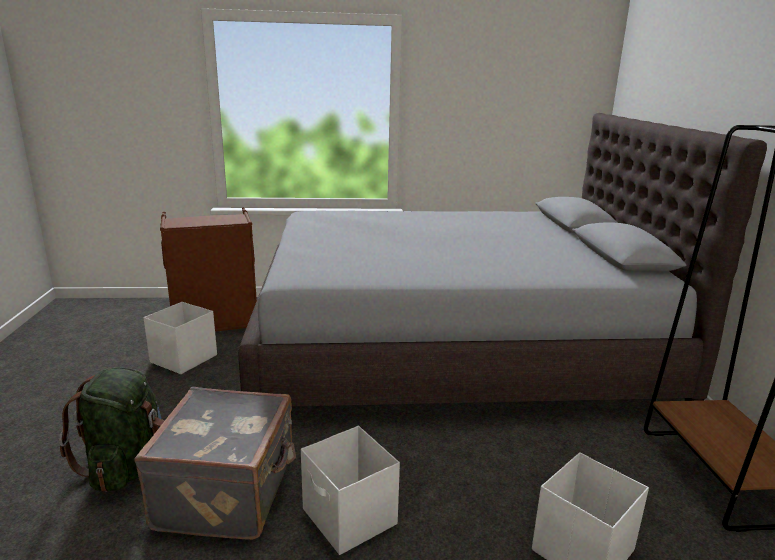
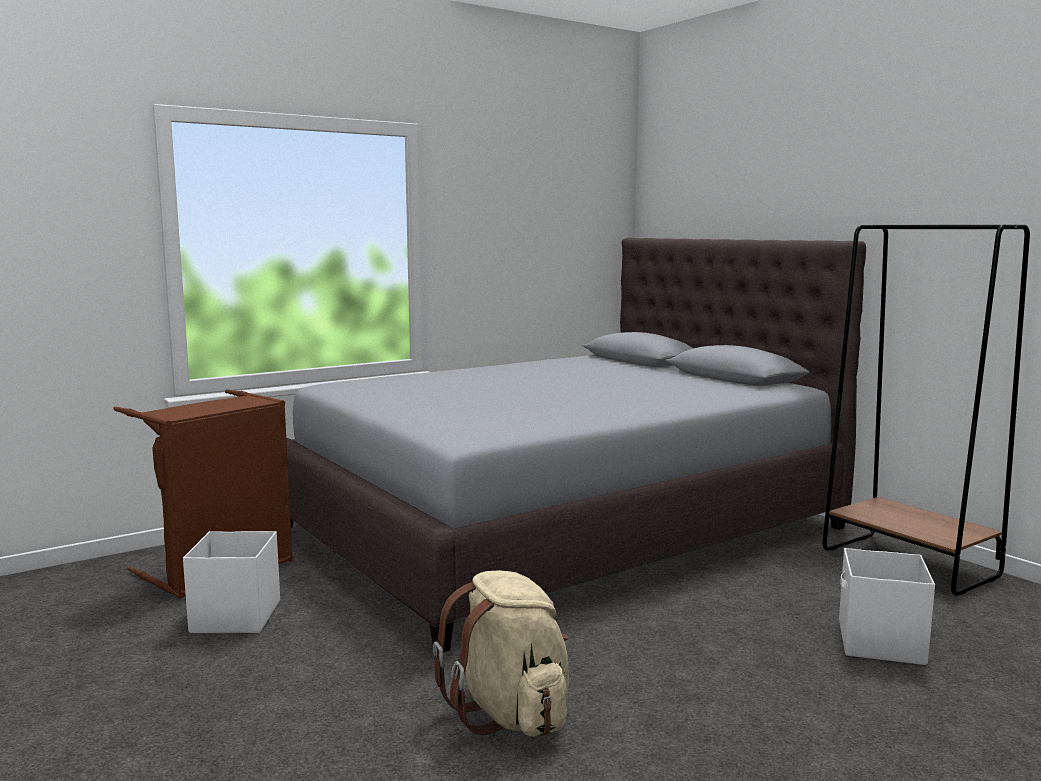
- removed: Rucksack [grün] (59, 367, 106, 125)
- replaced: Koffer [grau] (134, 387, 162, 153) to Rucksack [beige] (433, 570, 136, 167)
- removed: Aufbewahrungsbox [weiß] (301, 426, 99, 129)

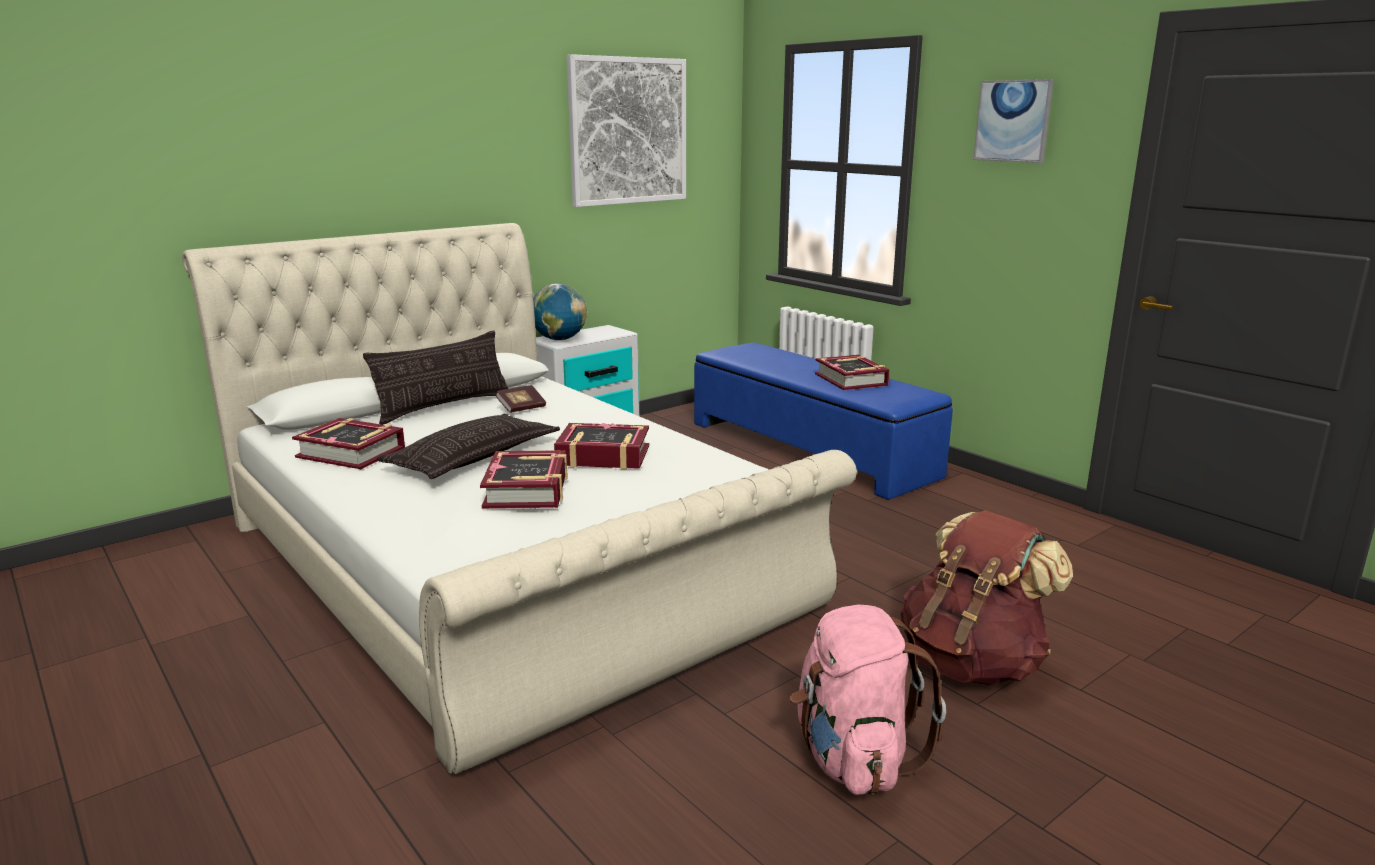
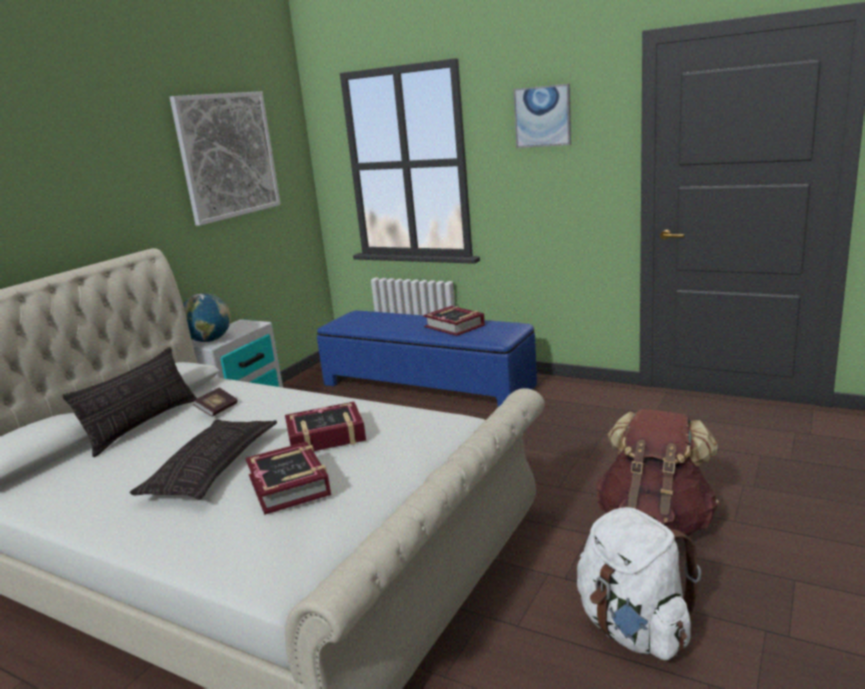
- removed: Buch (292, 418, 113, 51)
- recoloured: Rucksack [rosa] (790, 605, 156, 190) to Rucksack [weiß] (577, 507, 124, 153)

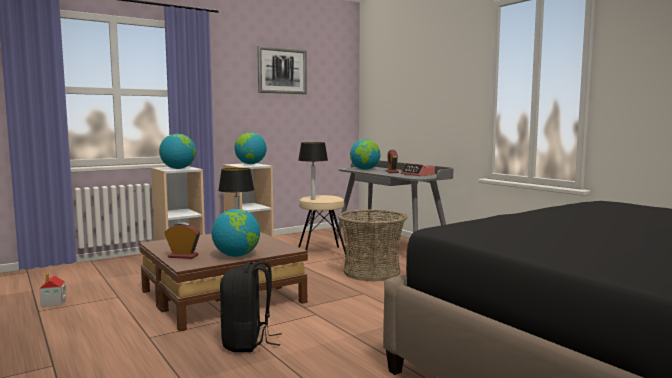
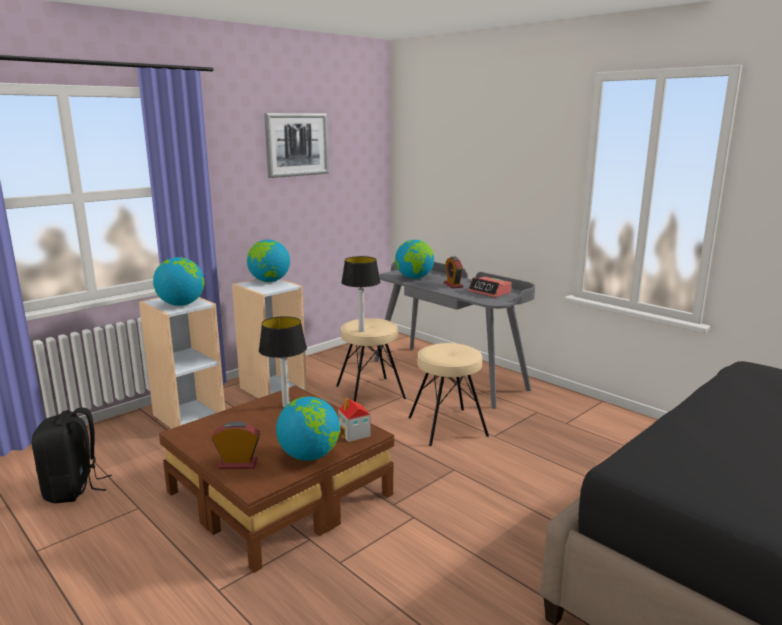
- moved: Spielzeughaus (39, 273, 27, 34) to (338, 398, 33, 44)
- moved: Rucksack [schwarz] (220, 260, 62, 92) to (32, 408, 80, 95)
- replaced: Korb (338, 209, 69, 73) to Hocker [beige] (408, 343, 81, 103)

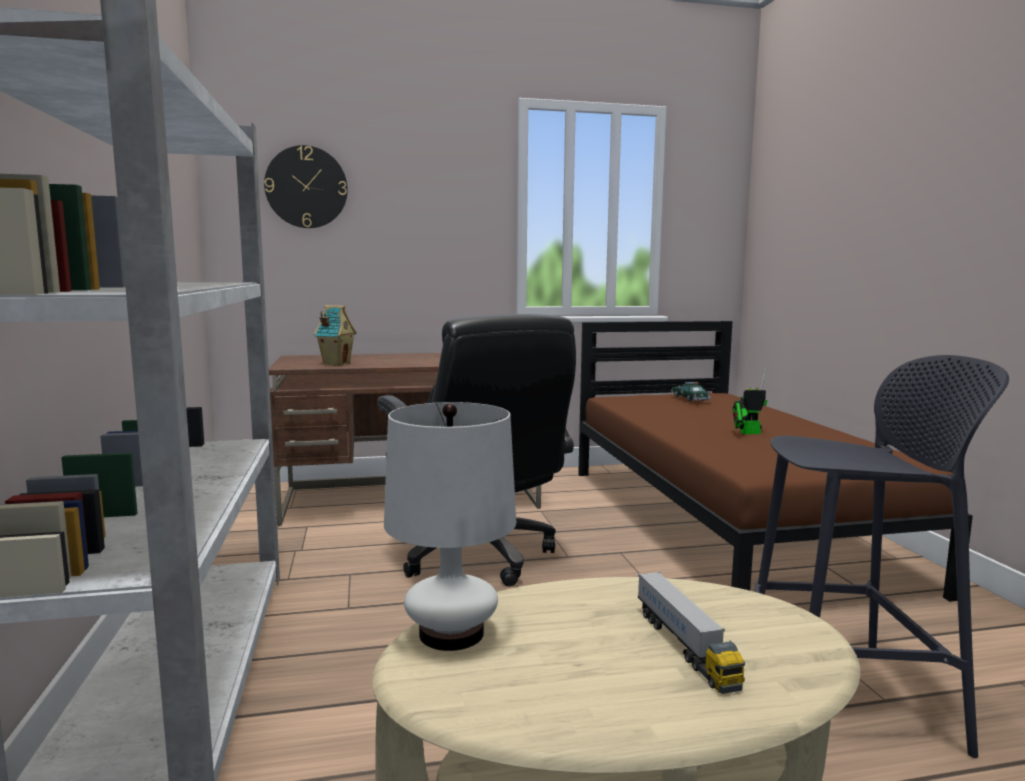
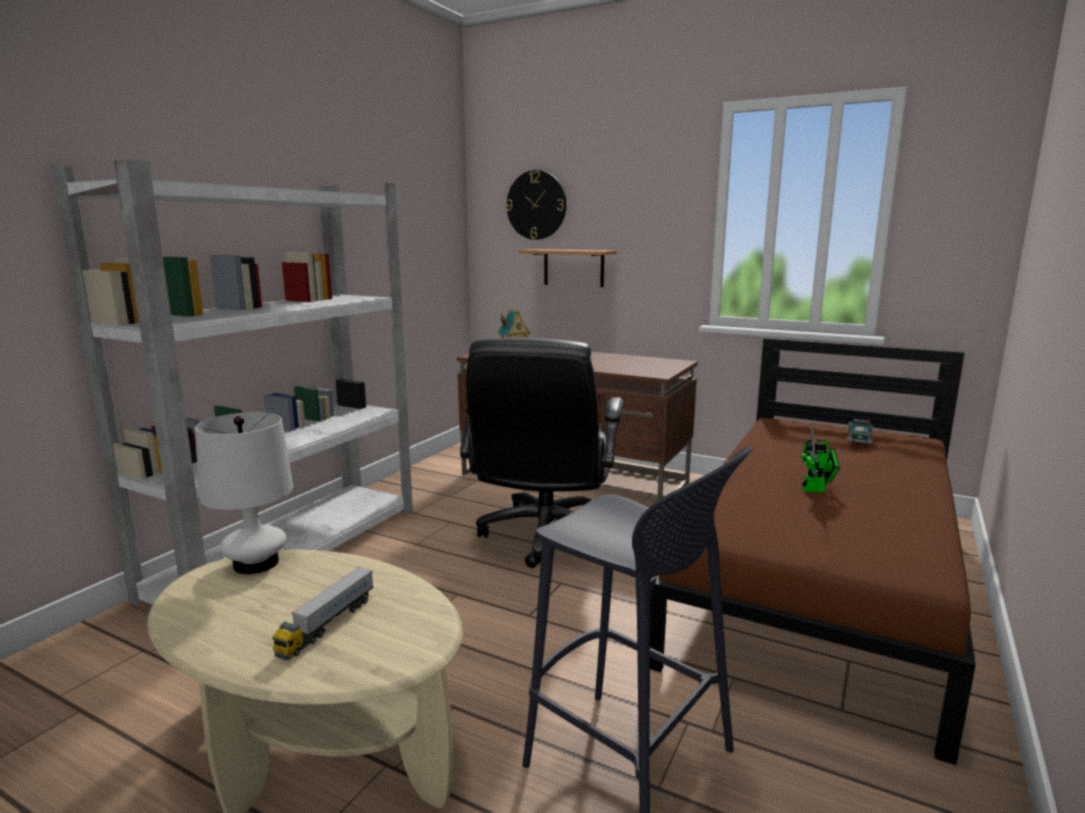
- turned: Spielzeugroboter (732, 368, 35, 66) = (802, 428, 38, 64) 135 degrees clockwise
- added: Wandregal (519, 249, 98, 38)

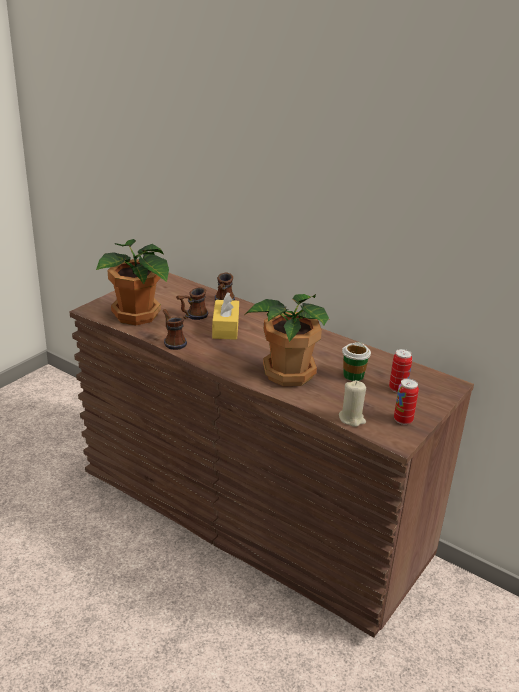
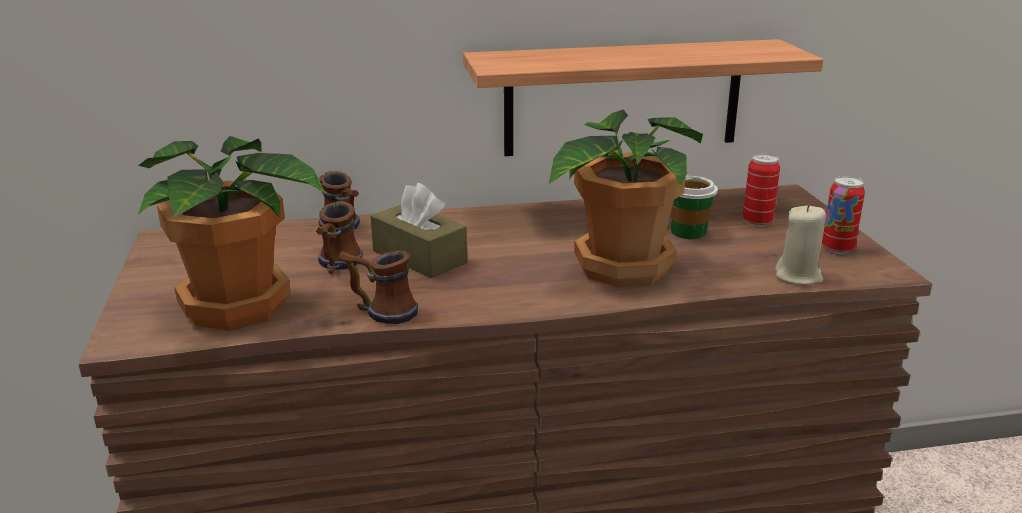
- recoloured: Taschentuchbox [gelb] (212, 292, 27, 48) to Taschentuchbox [braun] (371, 183, 96, 95)
- added: Wandregal (463, 39, 360, 117)

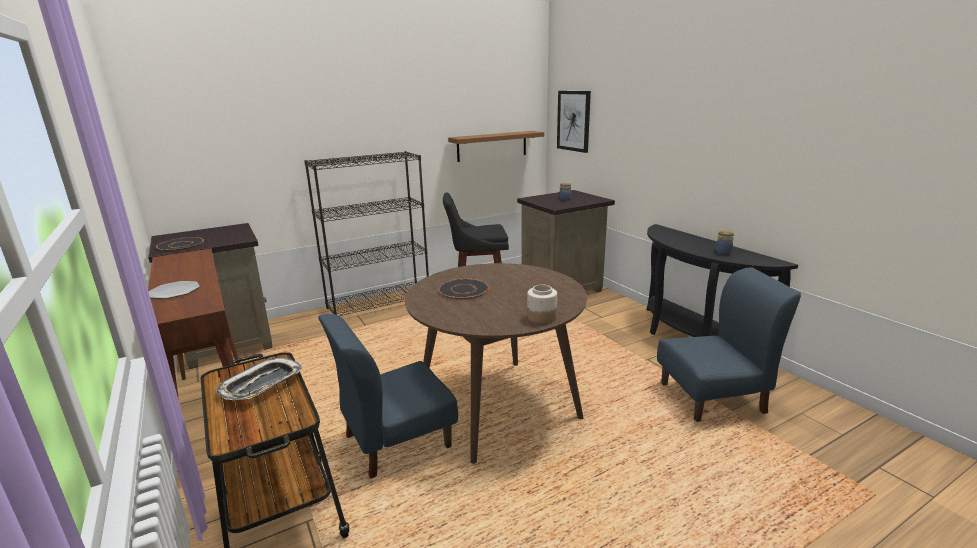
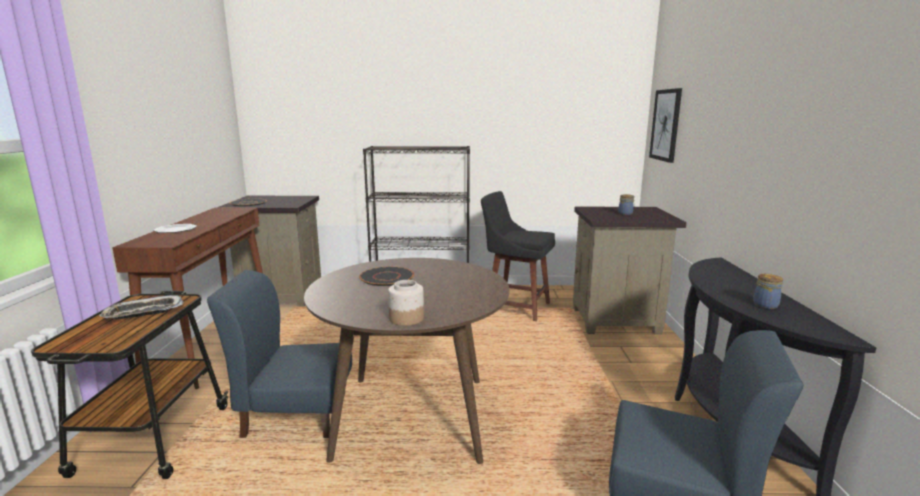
- removed: Wandregal [braun] (448, 131, 96, 31)

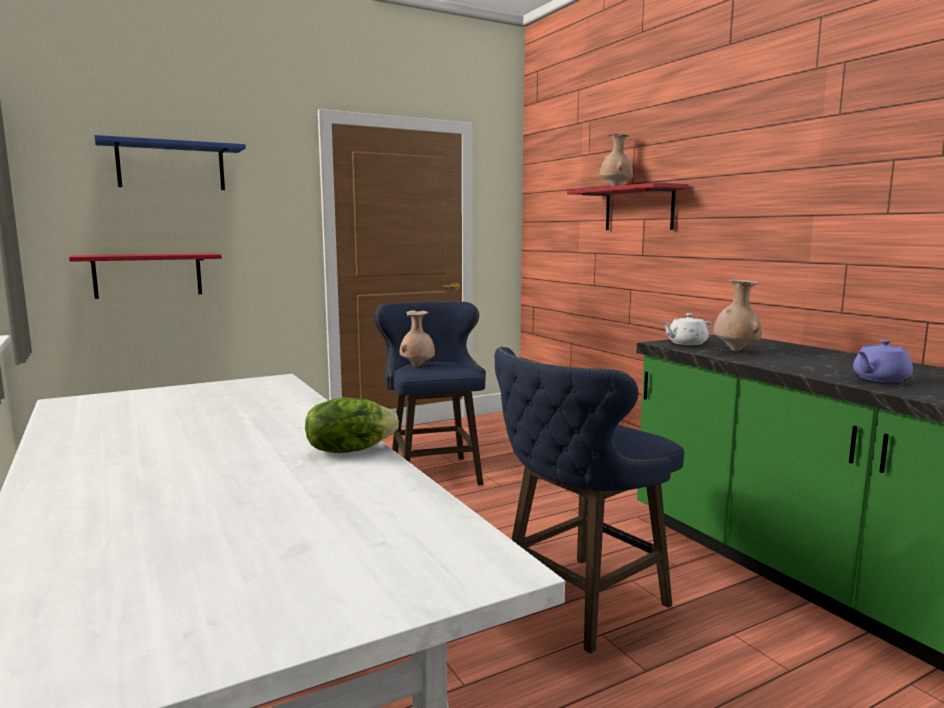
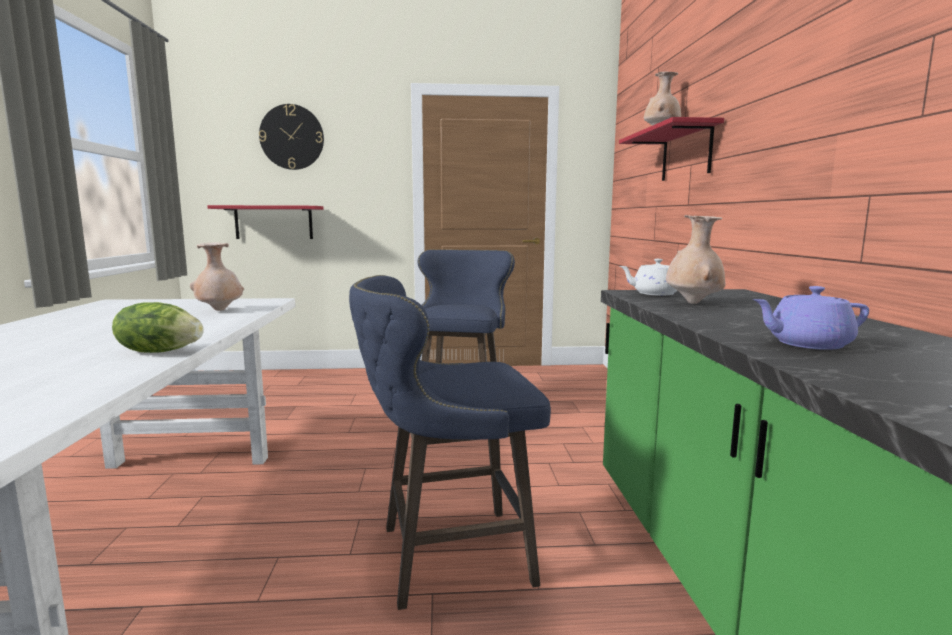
- replaced: Wandregal [blau] (94, 135, 152, 55) to Wanduhr (259, 104, 65, 66)
- moved: Vase [beige] (400, 310, 35, 56) to (190, 242, 54, 69)

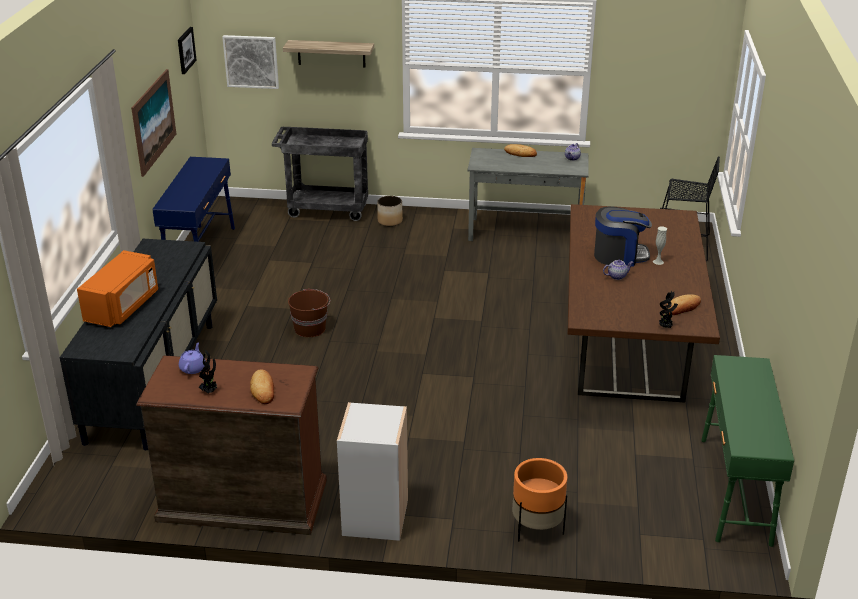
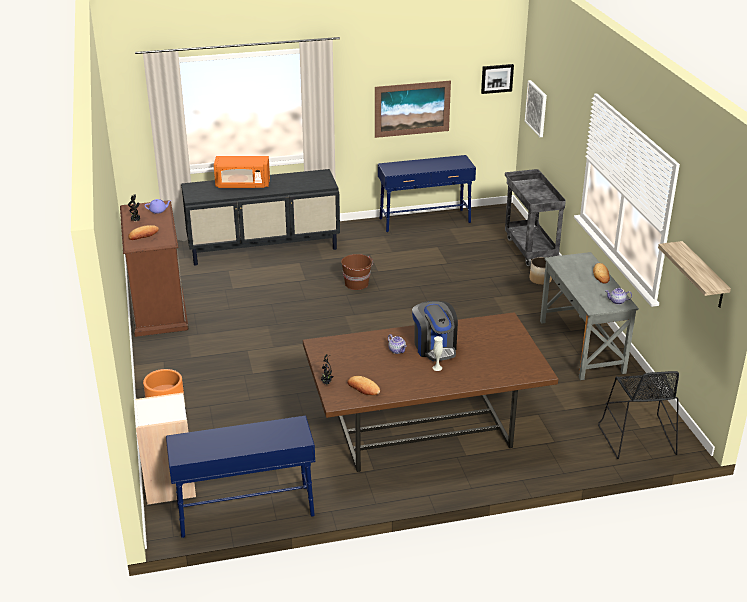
- moved: Wandregal (283, 40, 91, 27) to (658, 241, 73, 67)
- moved: Bücherregal (337, 402, 71, 139) to (134, 393, 62, 112)
- recoloured: Konsolentisch [grün] (701, 355, 93, 192) to Konsolentisch [blau] (166, 416, 149, 122)

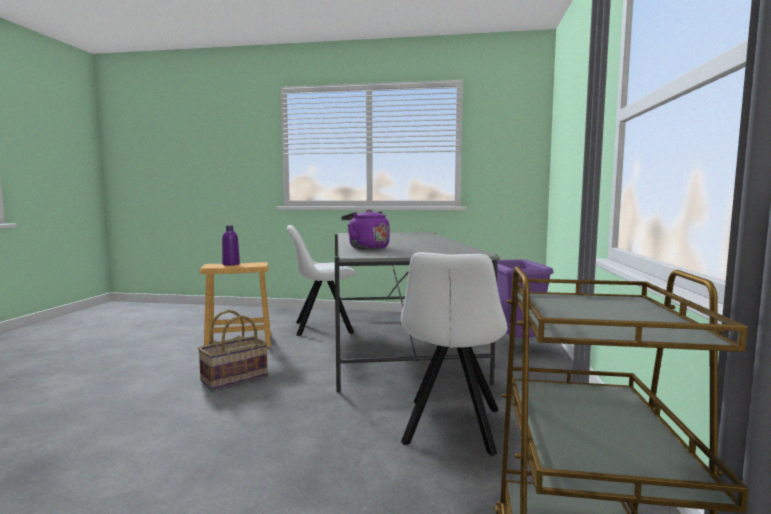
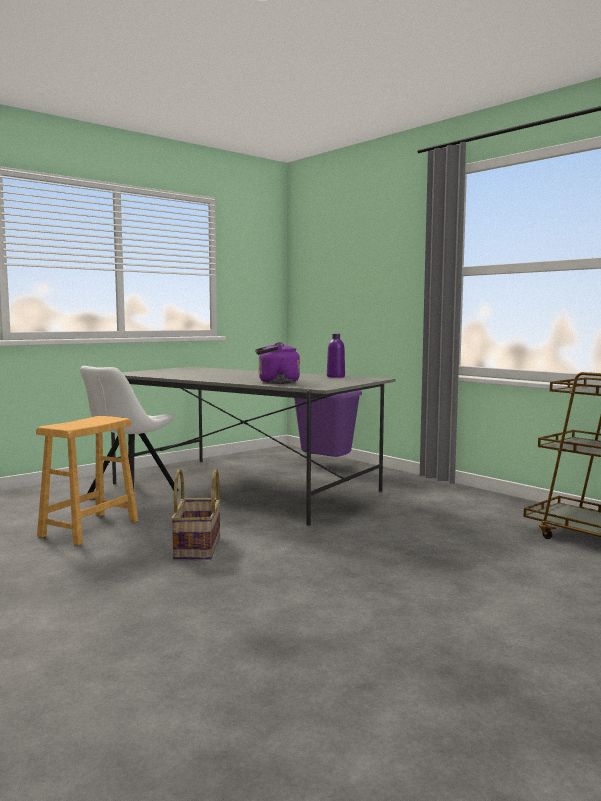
- moved: Flasche [lila] (222, 226, 18, 40) to (327, 334, 18, 44)
- removed: Stuhl [weiß] (401, 252, 107, 204)

